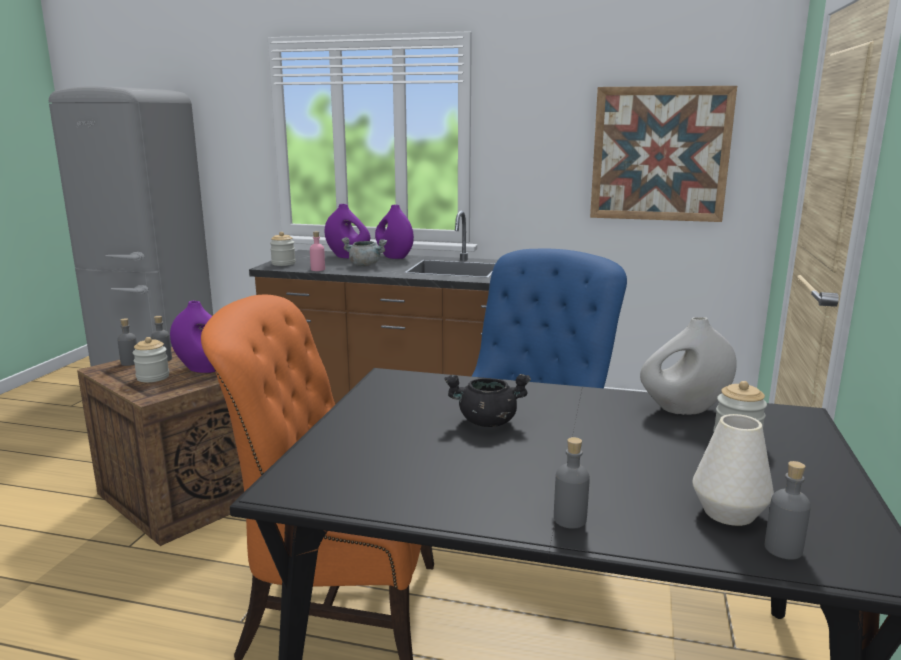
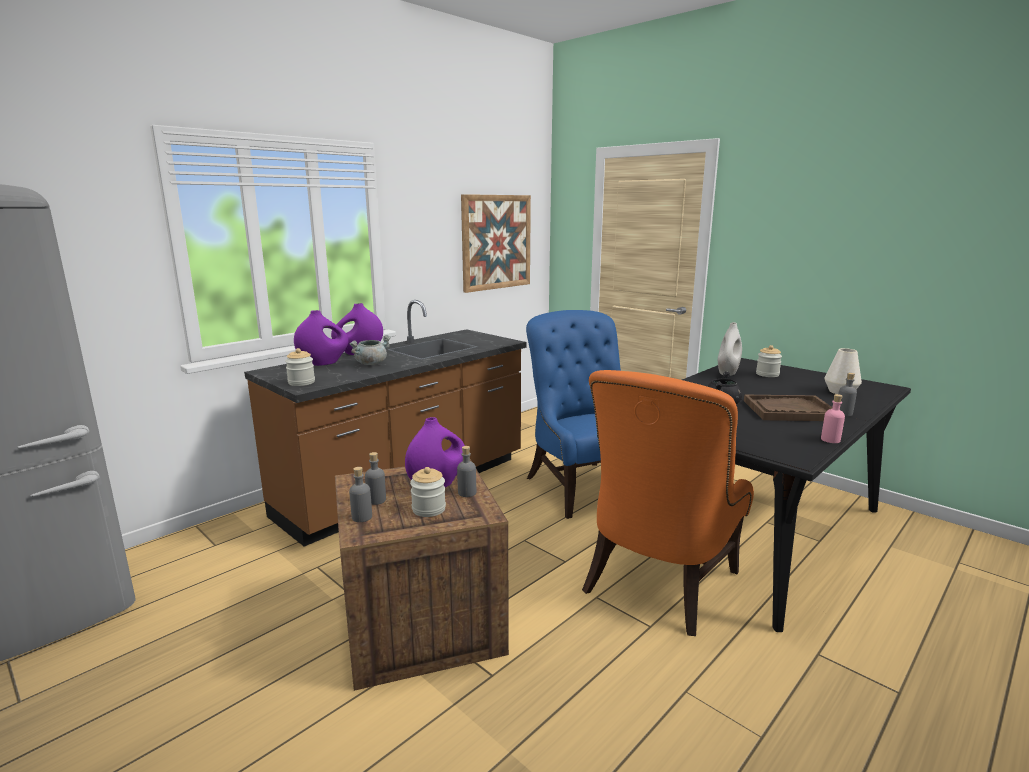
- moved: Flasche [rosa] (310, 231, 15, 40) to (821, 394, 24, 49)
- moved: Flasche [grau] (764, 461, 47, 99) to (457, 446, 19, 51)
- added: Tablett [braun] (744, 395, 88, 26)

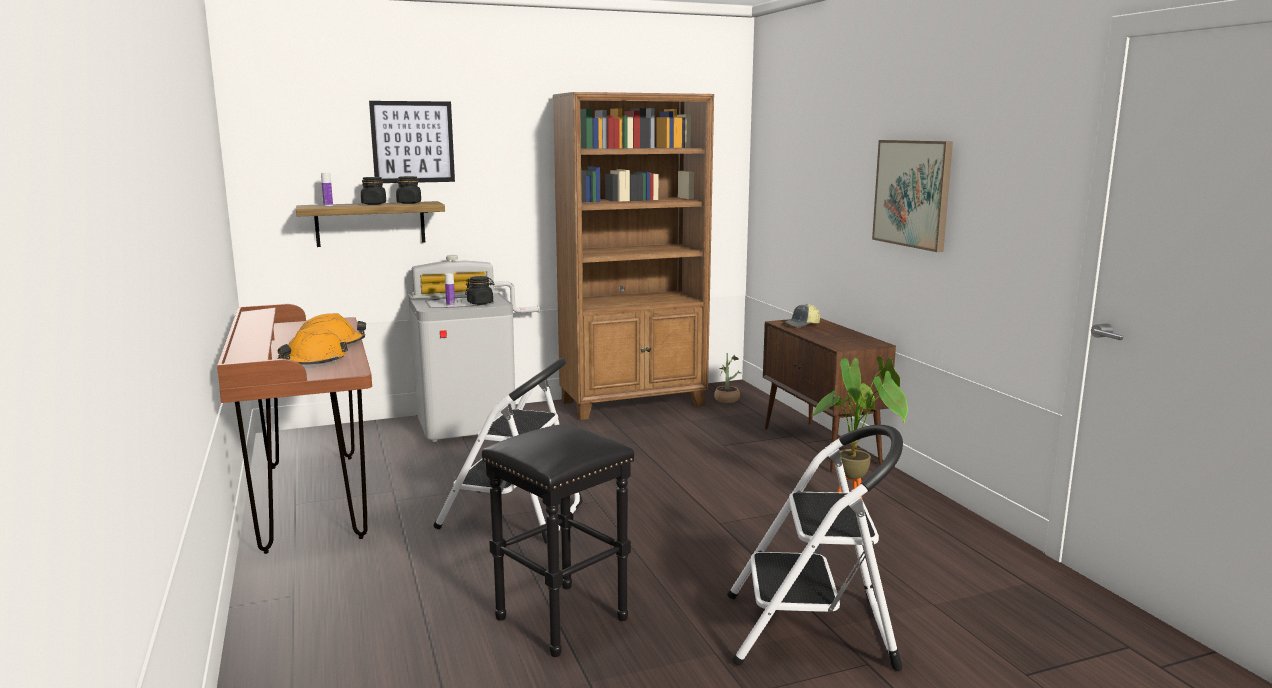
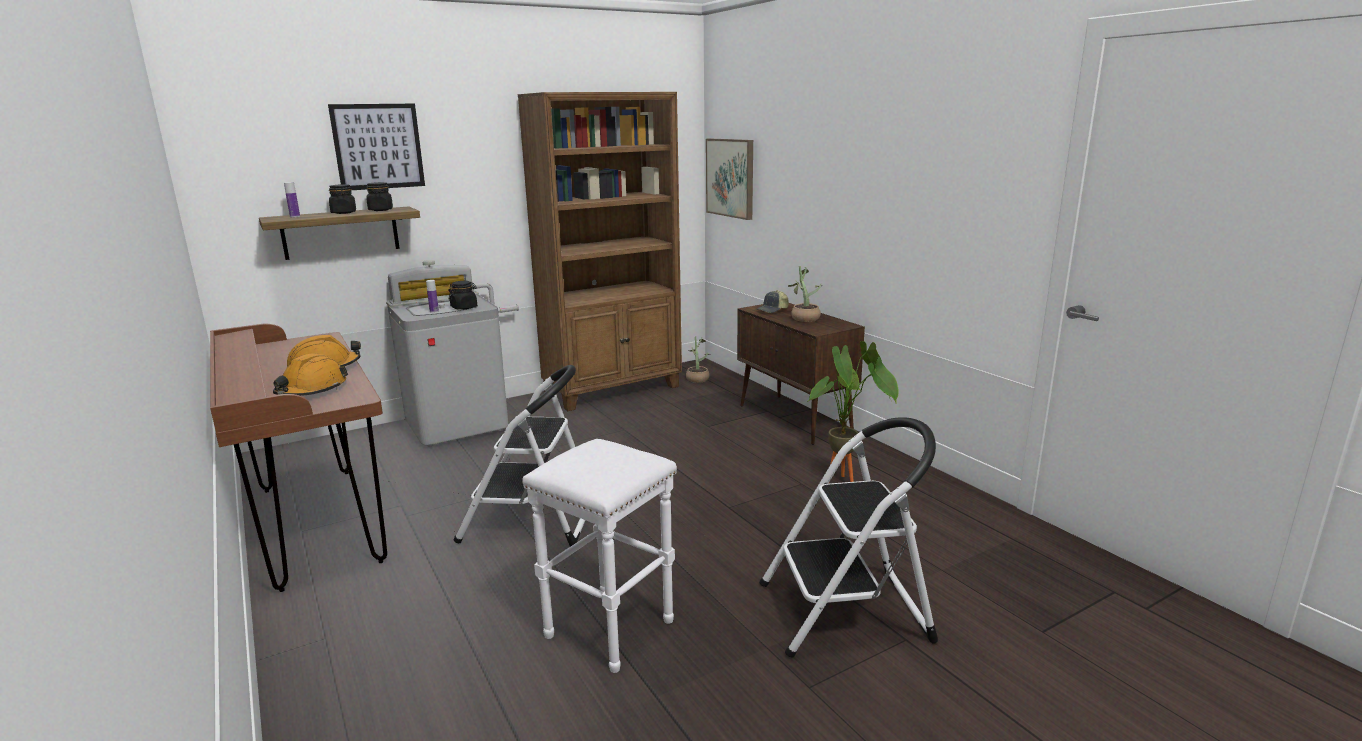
- recoloured: Hocker [schwarz] (482, 424, 152, 233) to Hocker [weiß] (522, 439, 155, 234)
- moved: Bild (872, 140, 81, 112) to (706, 138, 47, 82)
- added: Topfpflanze (788, 266, 34, 56)

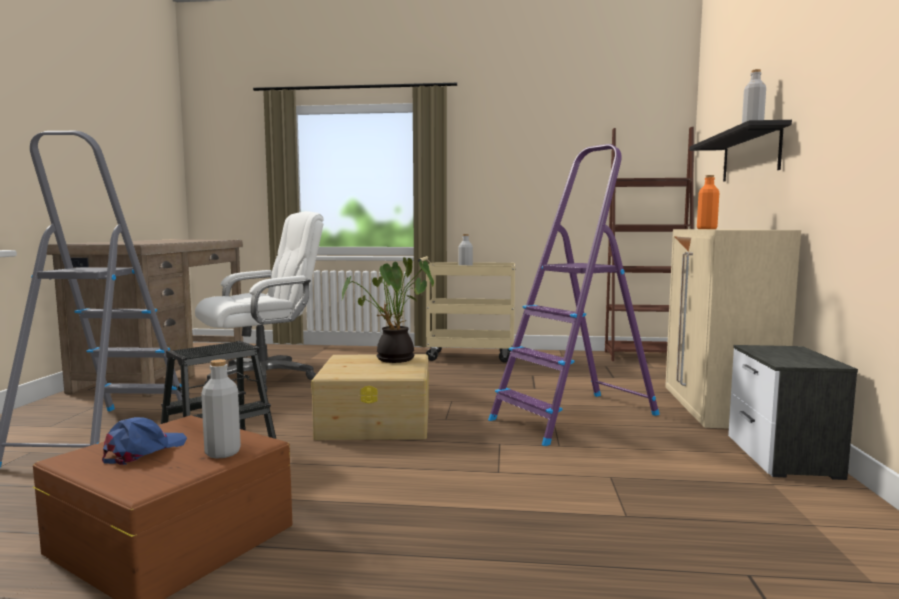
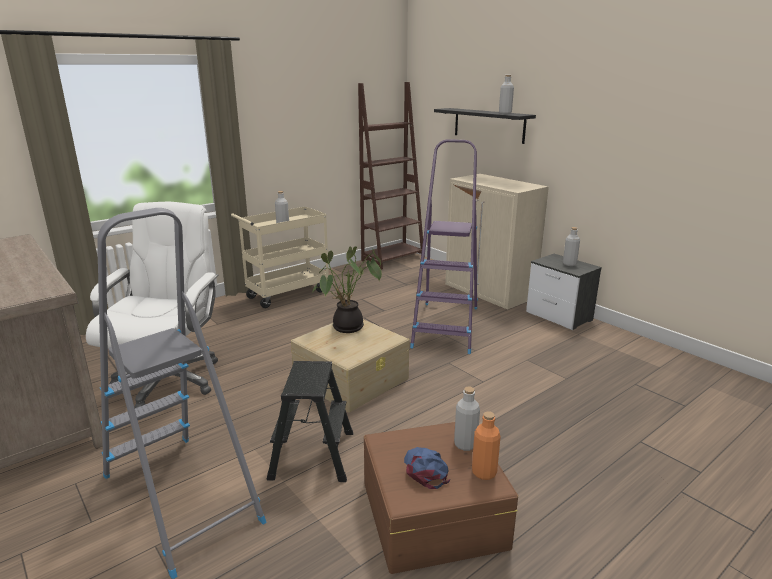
- moved: Flasche [orange] (697, 175, 22, 54) to (472, 411, 29, 69)
- added: Flasche [grau] (563, 227, 17, 39)

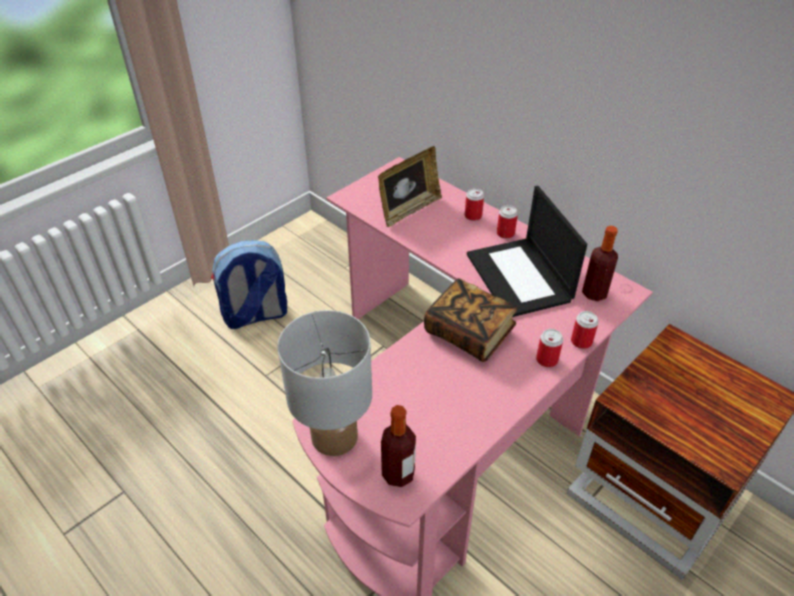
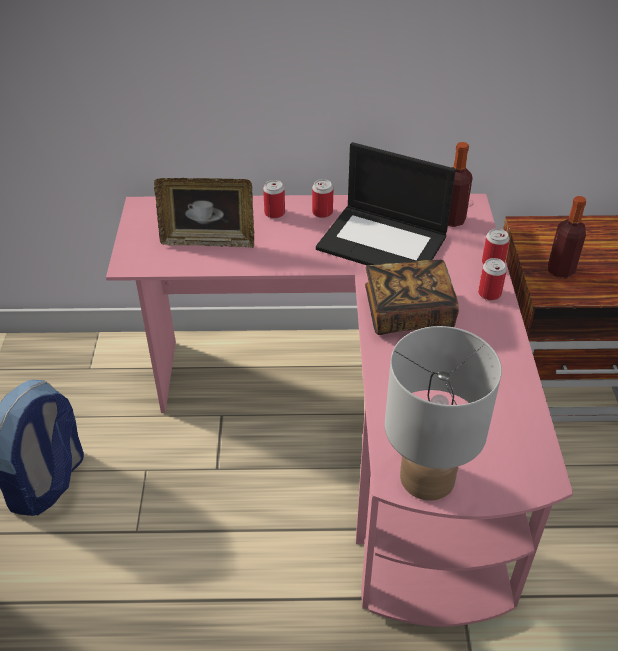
- turned: Bilderrahmen (378, 146, 64, 81) = (154, 178, 100, 70) 90 degrees clockwise
- moved: Flasche (381, 405, 35, 82) to (548, 196, 38, 83)

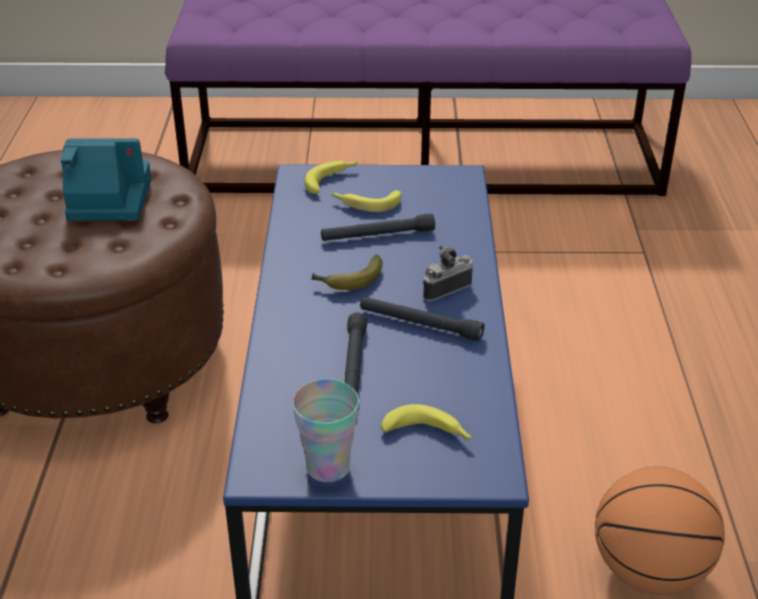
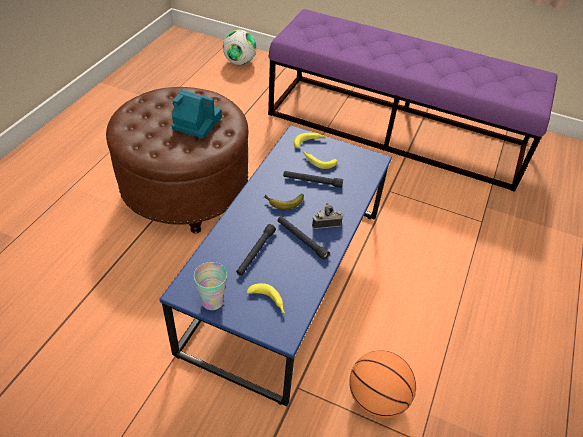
- added: Fußball (223, 30, 34, 35)

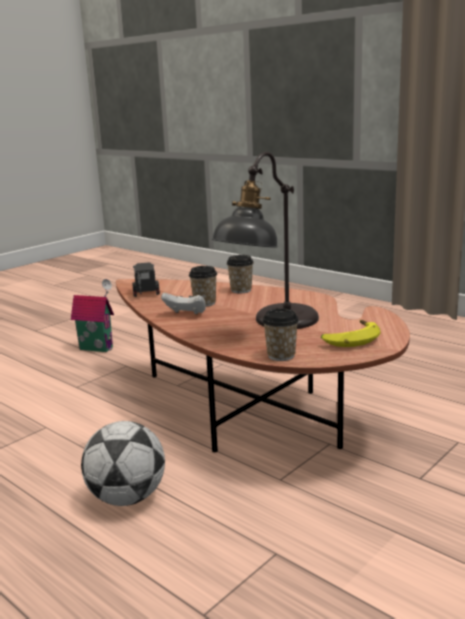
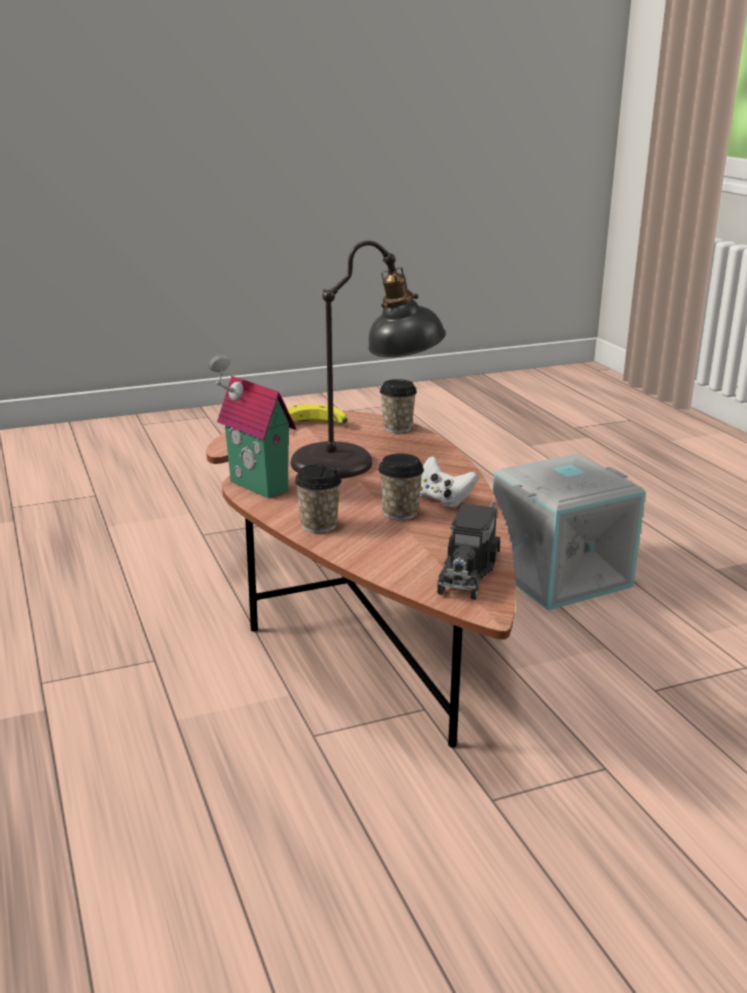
- moved: Spielzeughaus (71, 279, 43, 73) to (209, 354, 87, 144)
- replaced: Fußball (81, 421, 84, 85) to Aufbewahrungsbox [grau] (493, 454, 153, 156)

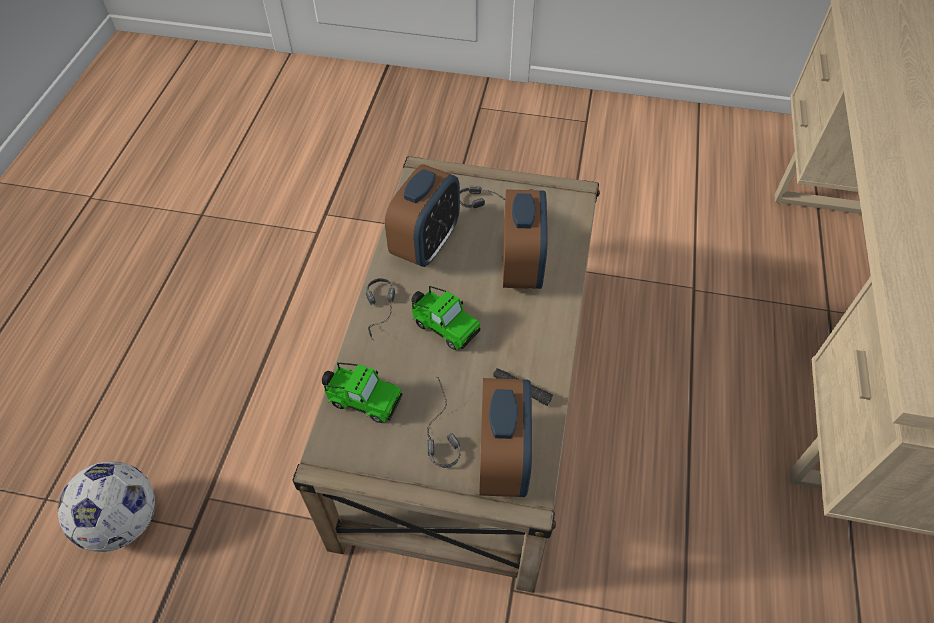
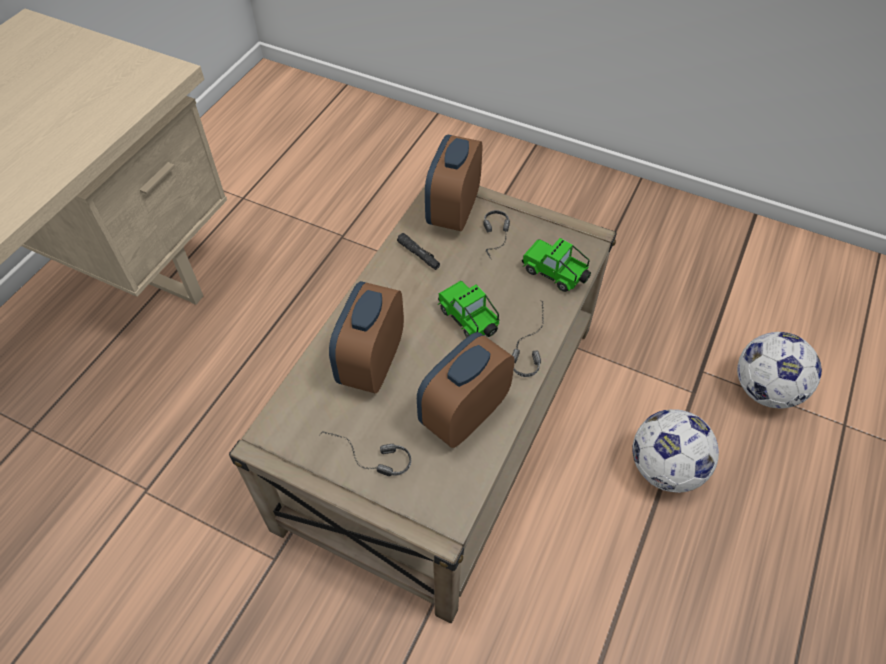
- added: Fußball (632, 409, 87, 84)

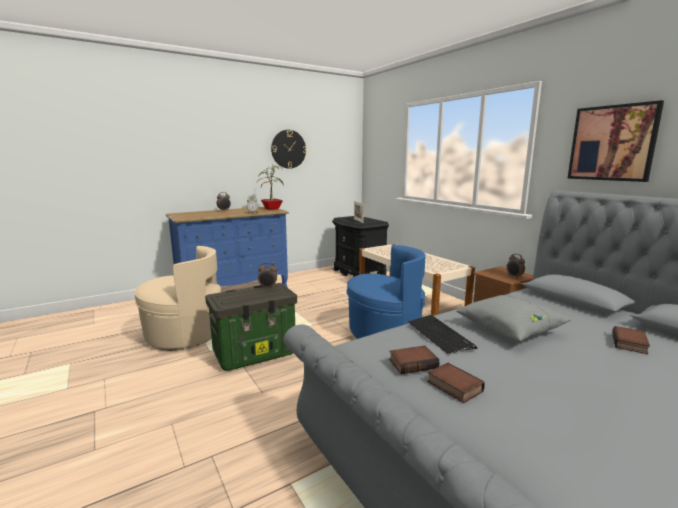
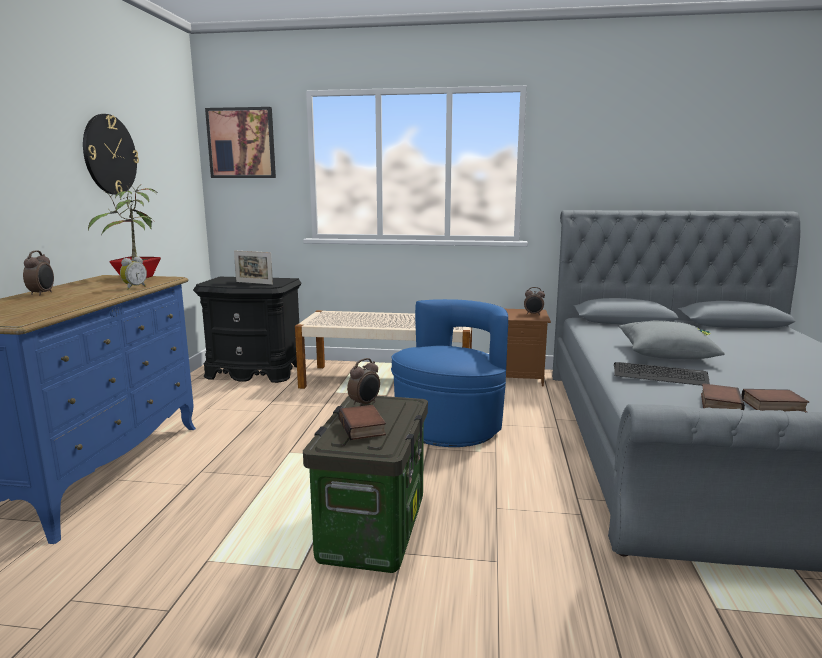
- removed: Sessel [beige] (135, 246, 86, 105)
- moved: Bild (567, 100, 97, 82) to (205, 107, 71, 71)
- moved: Buch (612, 326, 38, 28) to (338, 405, 48, 35)

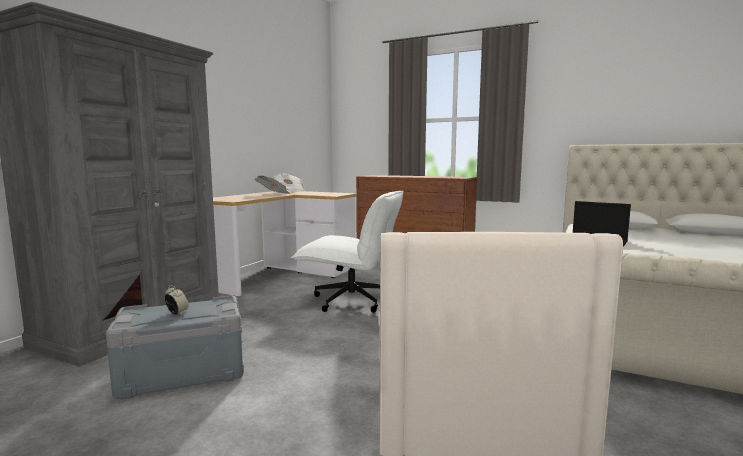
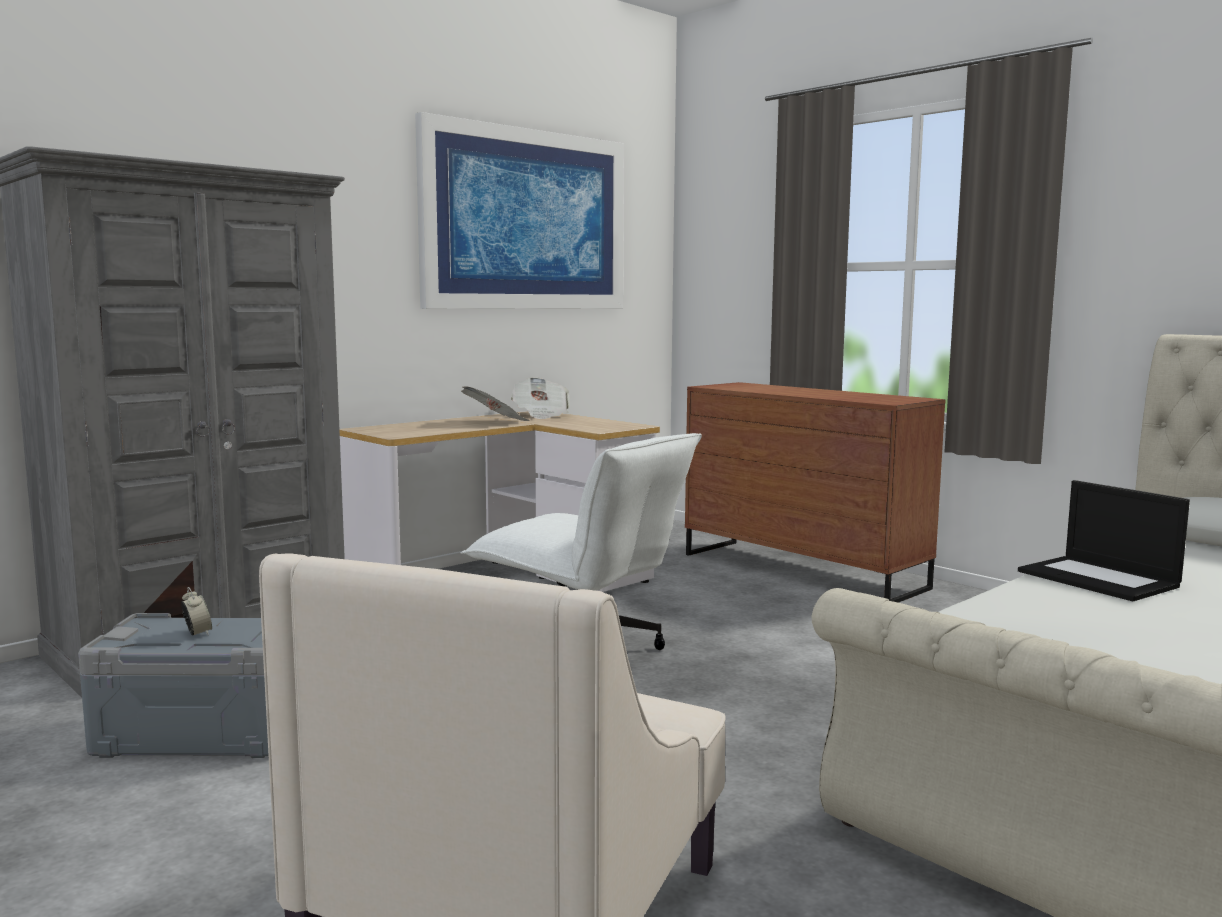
- added: Bild (415, 112, 209, 197)

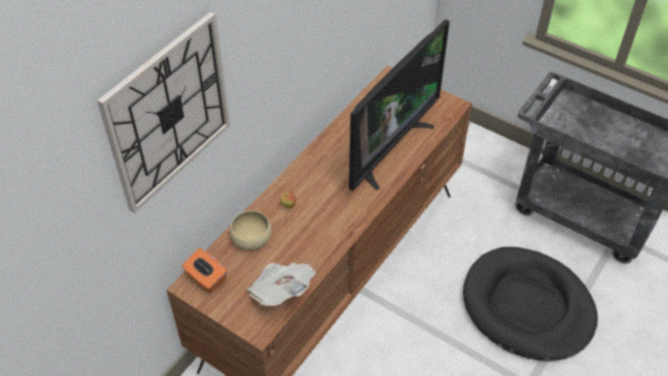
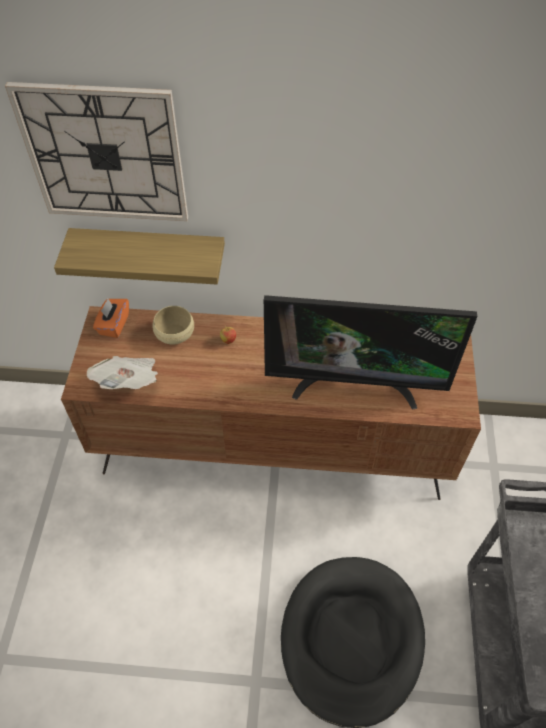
- added: Wandregal (54, 228, 171, 57)

